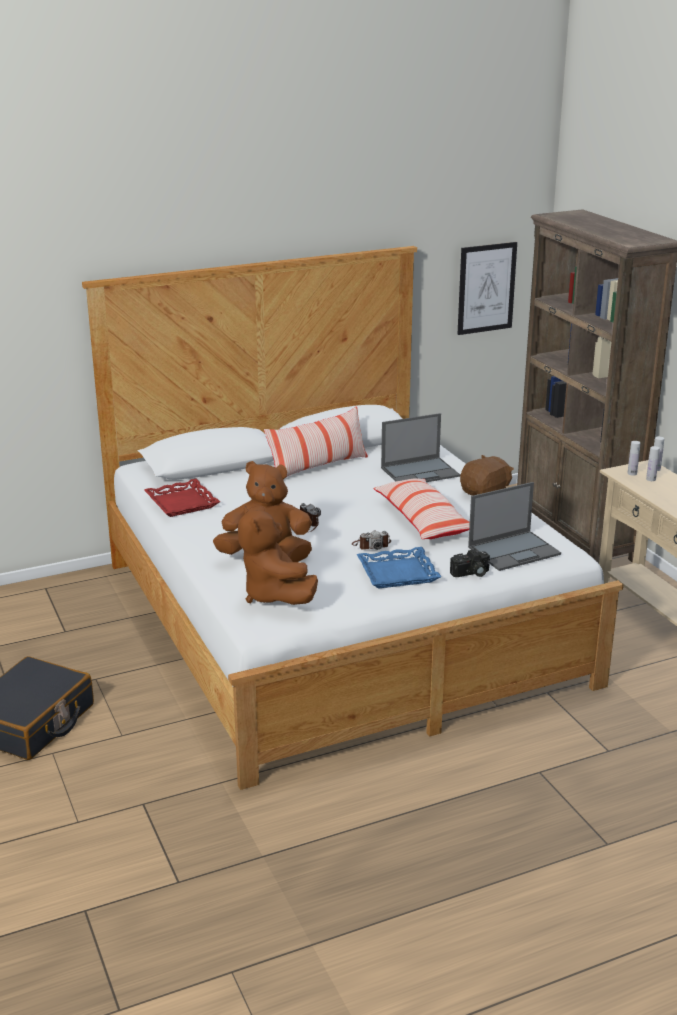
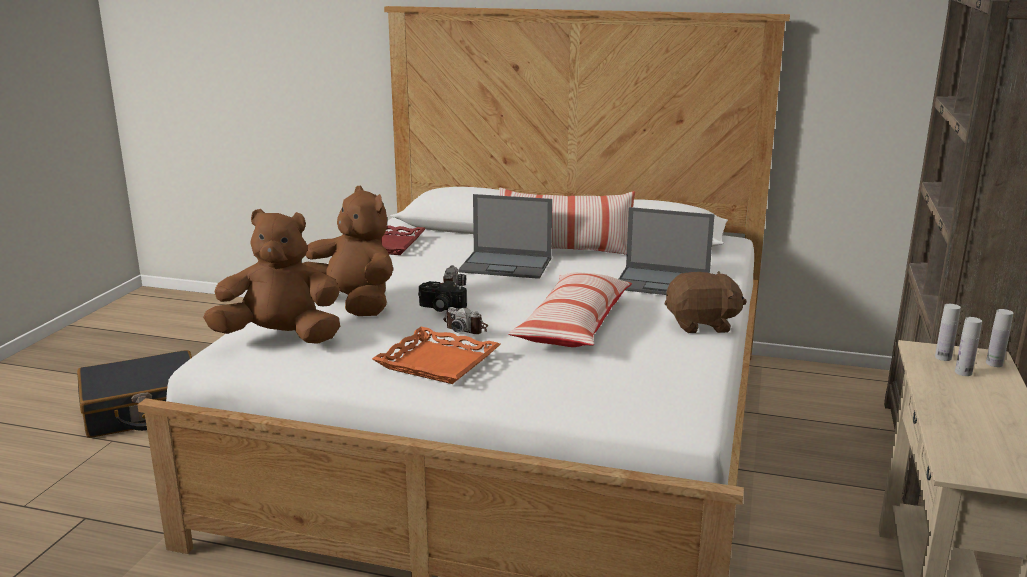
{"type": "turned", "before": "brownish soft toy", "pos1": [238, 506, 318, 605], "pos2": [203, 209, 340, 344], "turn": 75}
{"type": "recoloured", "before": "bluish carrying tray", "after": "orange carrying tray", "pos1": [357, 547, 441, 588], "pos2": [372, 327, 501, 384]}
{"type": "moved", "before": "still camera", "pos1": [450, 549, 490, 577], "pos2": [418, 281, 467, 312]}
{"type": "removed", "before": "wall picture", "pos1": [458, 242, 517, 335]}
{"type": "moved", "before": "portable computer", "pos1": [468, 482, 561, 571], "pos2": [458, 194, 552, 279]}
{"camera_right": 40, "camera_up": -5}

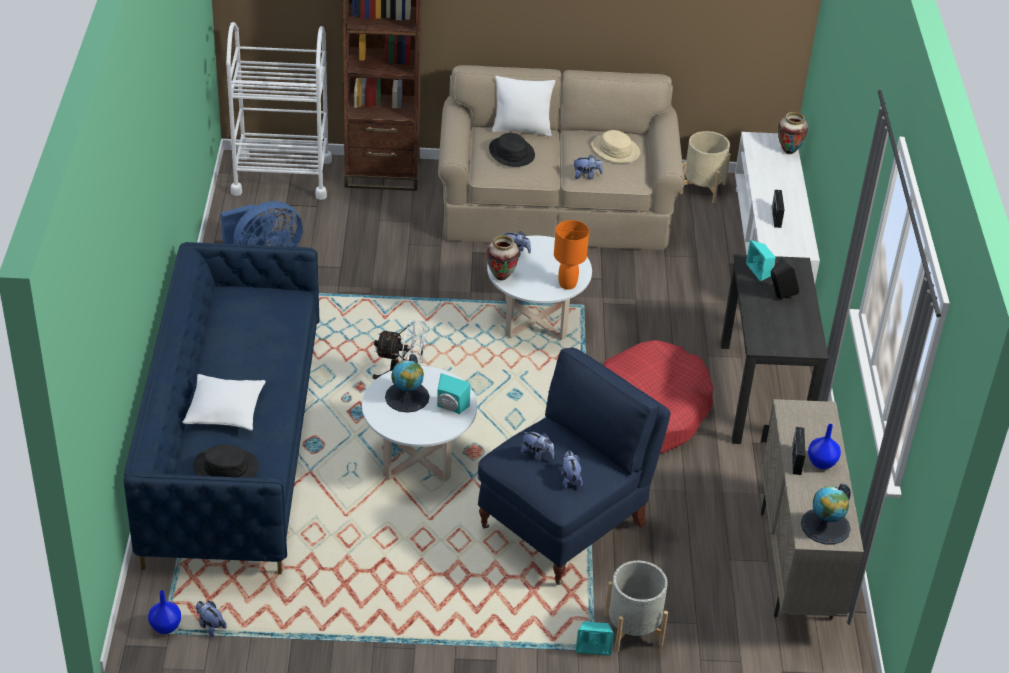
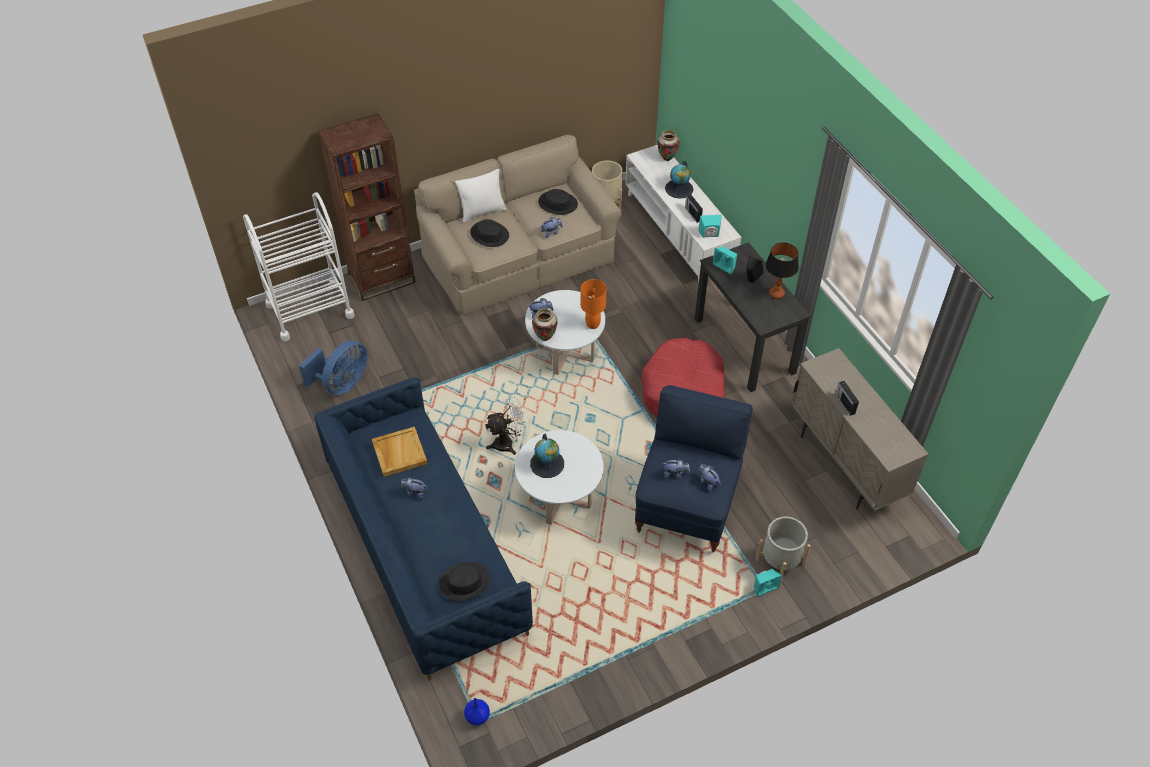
{"type": "removed", "before": "white pillow", "pos1": [182, 374, 266, 431]}
{"type": "moved", "before": "soft toy", "pos1": [196, 601, 227, 637], "pos2": [401, 476, 427, 499]}
{"type": "moved", "before": "turquoise-coloured loudspeaker", "pos1": [437, 373, 471, 414], "pos2": [698, 215, 722, 238]}
{"type": "recoloured", "before": "beige clothing hat", "after": "blackish clothing hat", "pos1": [591, 130, 640, 163], "pos2": [538, 189, 578, 215]}
{"type": "moved", "before": "desk globe", "pos1": [801, 484, 851, 544], "pos2": [665, 161, 693, 199]}
{"type": "removed", "before": "bluish vase", "pos1": [808, 424, 841, 469]}
{"type": "added", "after": "beige carrying tray", "pos2": [372, 427, 427, 477]}
{"type": "added", "after": "lamp for a table", "pos2": [765, 243, 799, 299]}
{"camera_right": -25, "camera_up": 10}

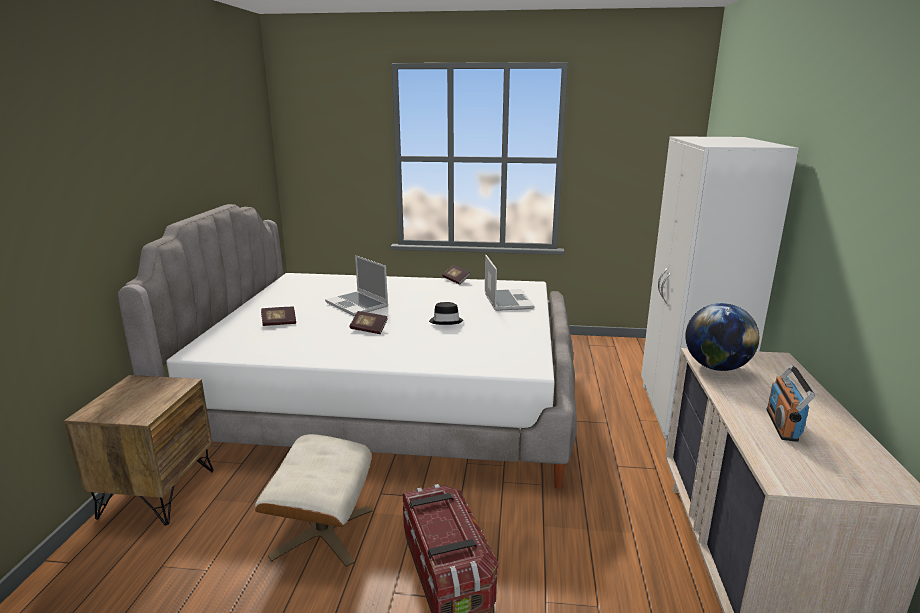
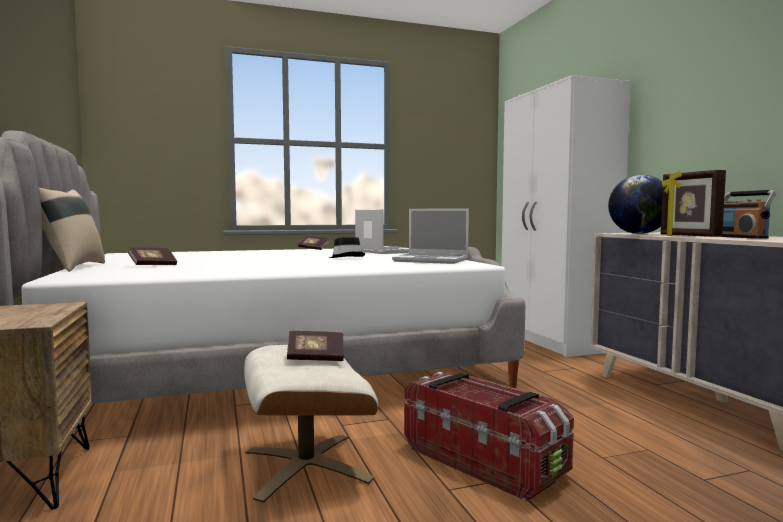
{"type": "moved", "before": "portable computer", "pos1": [325, 255, 388, 316], "pos2": [392, 208, 469, 264]}
{"type": "moved", "before": "bound book", "pos1": [350, 311, 387, 334], "pos2": [287, 331, 344, 361]}
{"type": "added", "after": "beige pillow", "pos2": [39, 188, 105, 272]}
{"type": "added", "after": "picture frame", "pos2": [661, 170, 726, 237]}
{"camera_right": -25, "camera_up": -15}

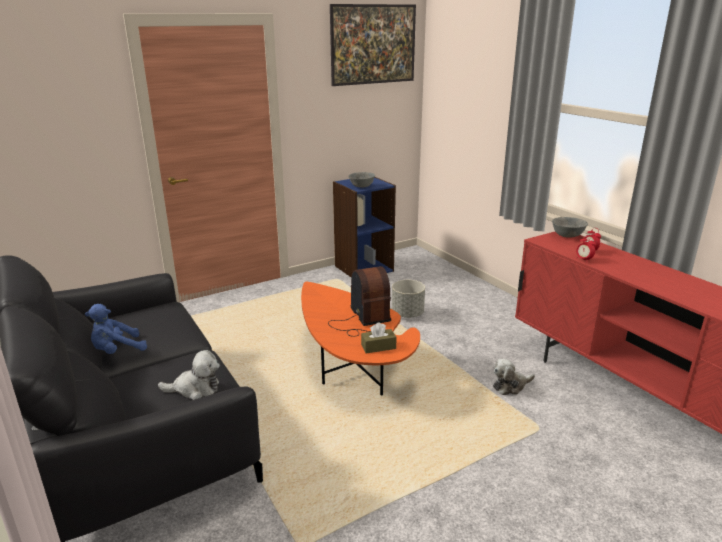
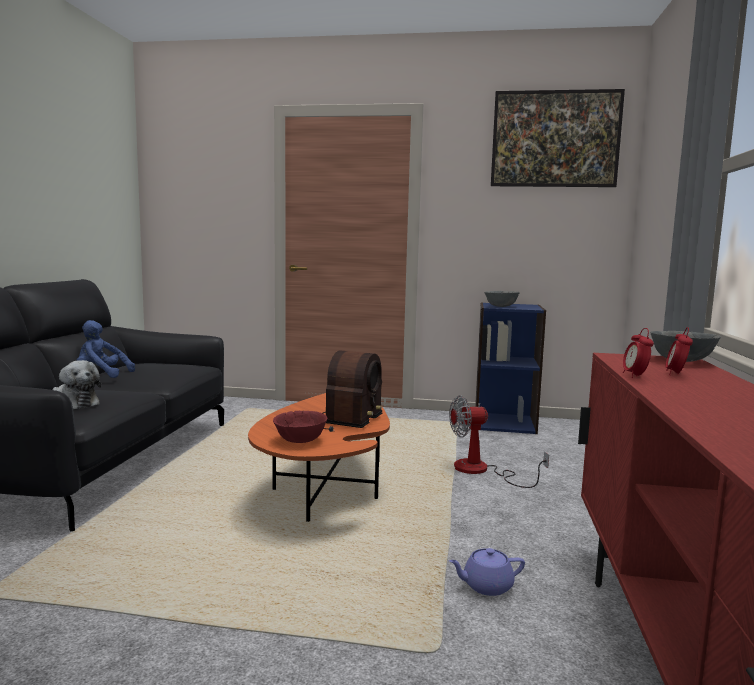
{"type": "replaced", "before": "brownish tissue box", "after": "reddish bowl", "pos1": [361, 322, 397, 353], "pos2": [273, 411, 327, 443]}
{"type": "replaced", "before": "greyish plant pot", "after": "fan", "pos1": [392, 280, 425, 318], "pos2": [449, 395, 549, 488]}
{"type": "replaced", "before": "soft toy", "after": "purple teapot", "pos1": [493, 358, 535, 395], "pos2": [449, 548, 525, 596]}
{"camera_right": 40, "camera_up": -15}

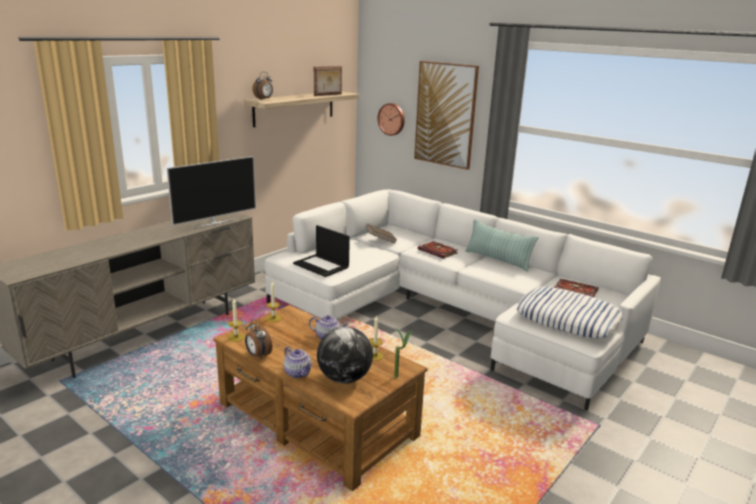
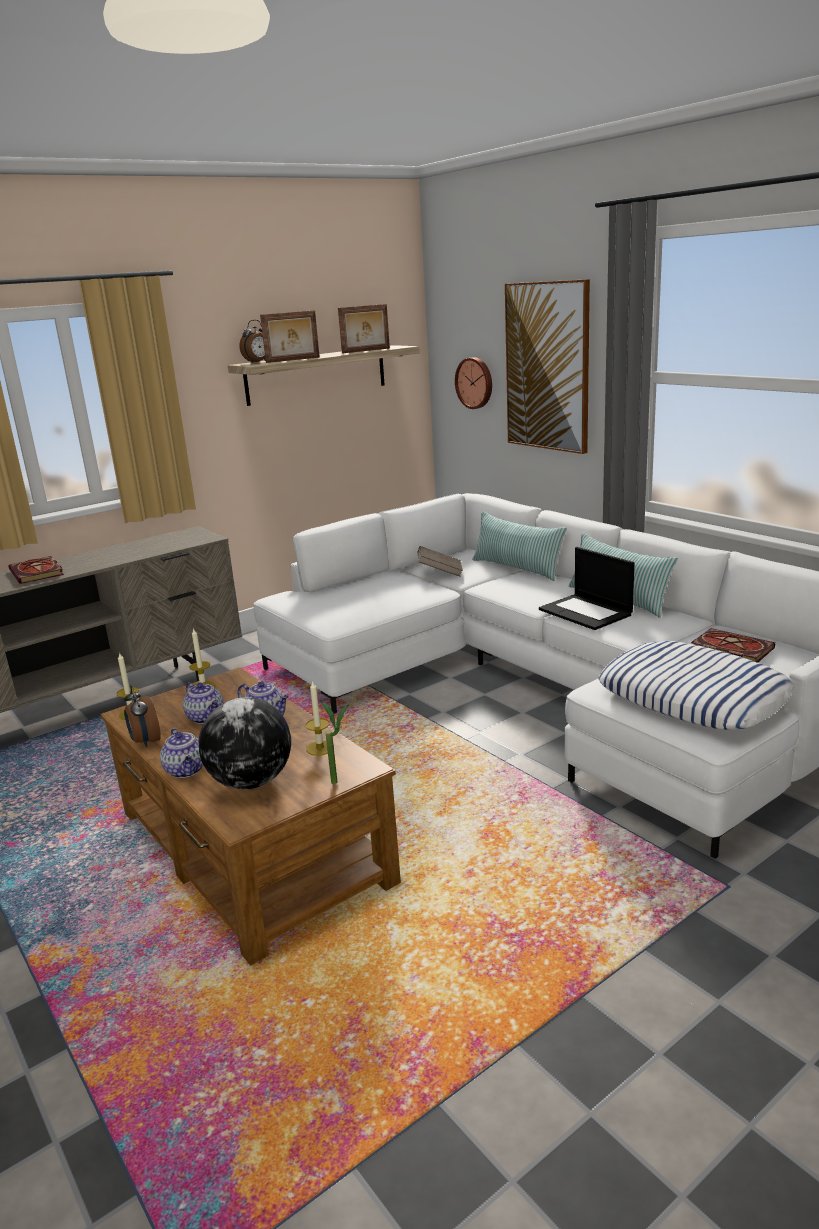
{"type": "removed", "before": "TV set", "pos1": [167, 156, 256, 228]}
{"type": "moved", "before": "portable computer", "pos1": [293, 225, 350, 277], "pos2": [539, 547, 634, 630]}
{"type": "moved", "before": "bound book", "pos1": [417, 241, 457, 259], "pos2": [8, 556, 64, 584]}
{"type": "added", "after": "teapot", "pos2": [183, 682, 224, 724]}
{"type": "added", "after": "picture frame", "pos2": [260, 310, 320, 363]}
{"type": "added", "after": "pillow", "pos2": [472, 511, 567, 581]}
{"camera_right": 15, "camera_up": 0}

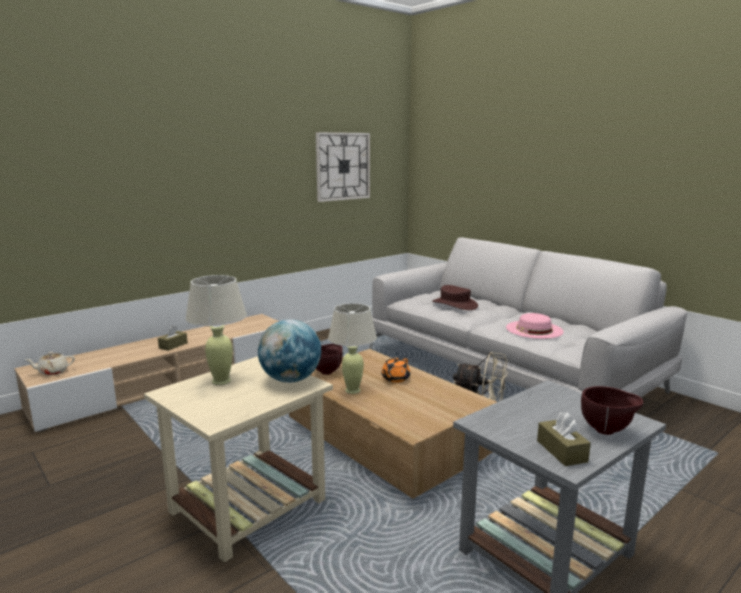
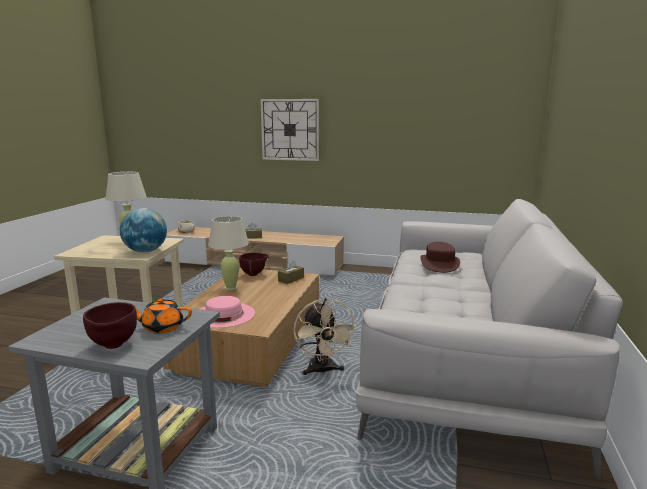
{"type": "moved", "before": "wall clock", "pos1": [316, 132, 370, 202], "pos2": [260, 99, 319, 161]}
{"type": "moved", "before": "orange teapot", "pos1": [381, 357, 410, 383], "pos2": [135, 298, 192, 333]}
{"type": "moved", "before": "pinkish clothing hat", "pos1": [506, 313, 564, 339], "pos2": [200, 296, 255, 328]}
{"type": "moved", "before": "brownish tissue box", "pos1": [537, 412, 591, 466], "pos2": [278, 259, 304, 284]}
{"camera_right": 55, "camera_up": 0}

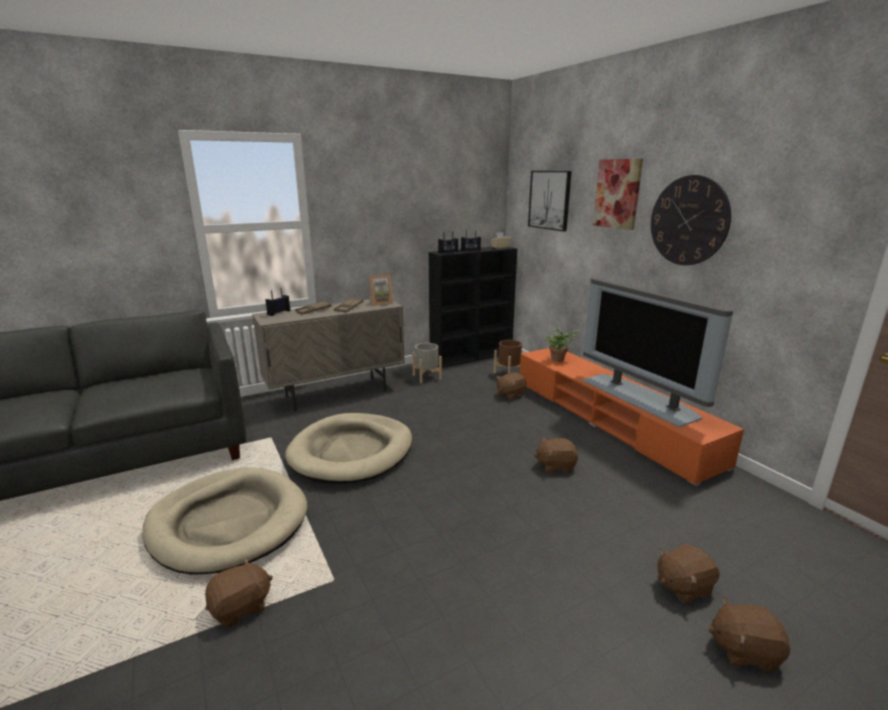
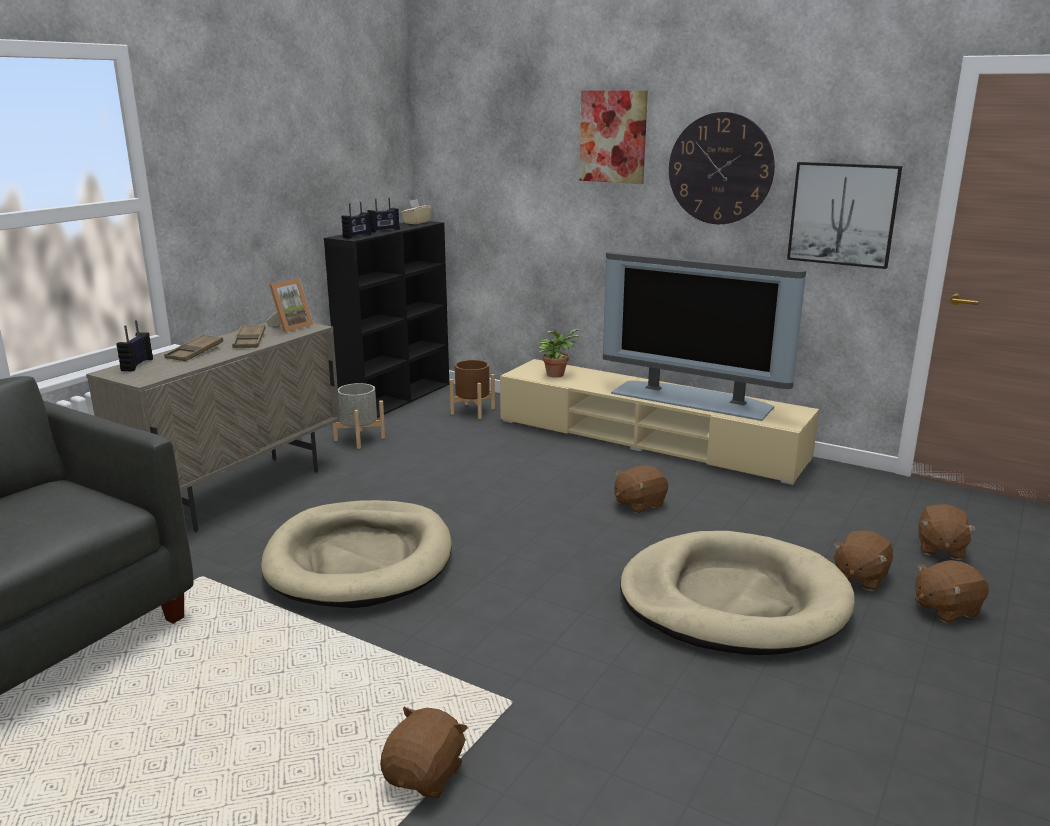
{"type": "moved", "before": "beige dog cushion", "pos1": [143, 467, 307, 575], "pos2": [620, 531, 855, 655]}
{"type": "moved", "before": "brownish soft toy", "pos1": [497, 372, 527, 400], "pos2": [918, 504, 976, 560]}
{"type": "recoloured", "before": "orange media console", "after": "beige media console", "pos1": [520, 348, 744, 486], "pos2": [500, 359, 819, 485]}
{"type": "moved", "before": "wall picture", "pos1": [528, 171, 572, 232], "pos2": [787, 162, 902, 269]}
{"camera_right": -30, "camera_up": 0}

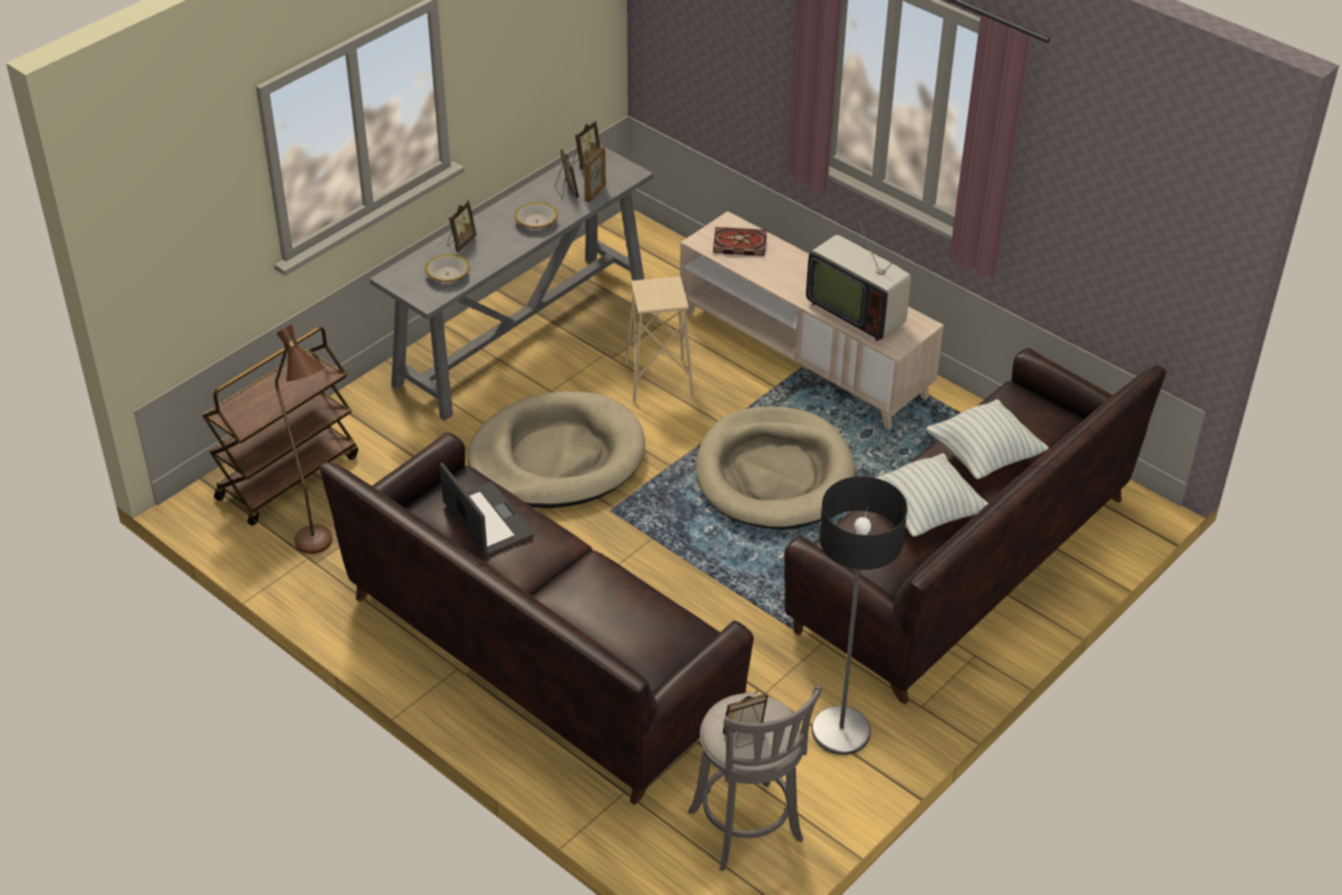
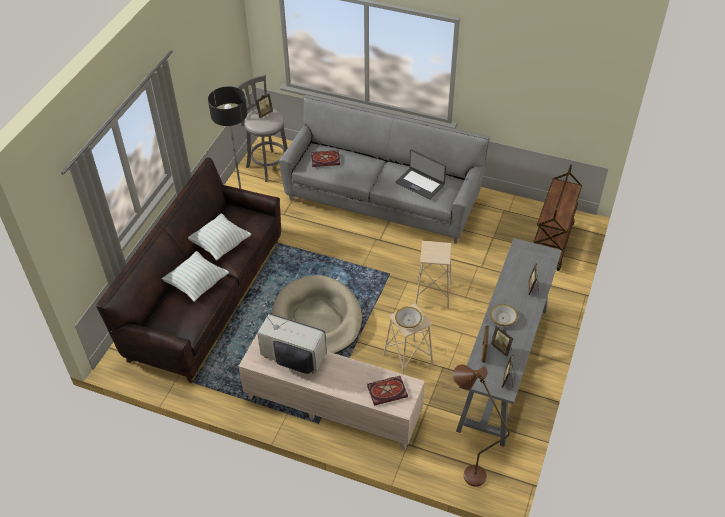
{"type": "moved", "before": "brownish floor lamp", "pos1": [275, 325, 332, 554], "pos2": [453, 365, 510, 487]}
{"type": "recoloured", "before": "brownish couch", "after": "greyish couch", "pos1": [320, 432, 754, 805], "pos2": [279, 95, 490, 244]}
{"type": "moved", "before": "bowl", "pos1": [425, 254, 470, 282], "pos2": [395, 307, 422, 328]}
{"type": "replaced", "before": "beige dog cushion", "after": "beige stool seat", "pos1": [468, 391, 645, 508], "pos2": [415, 241, 452, 309]}
{"type": "added", "after": "bound book", "pos2": [311, 150, 340, 167]}
{"camera_right": 160, "camera_up": 5}

